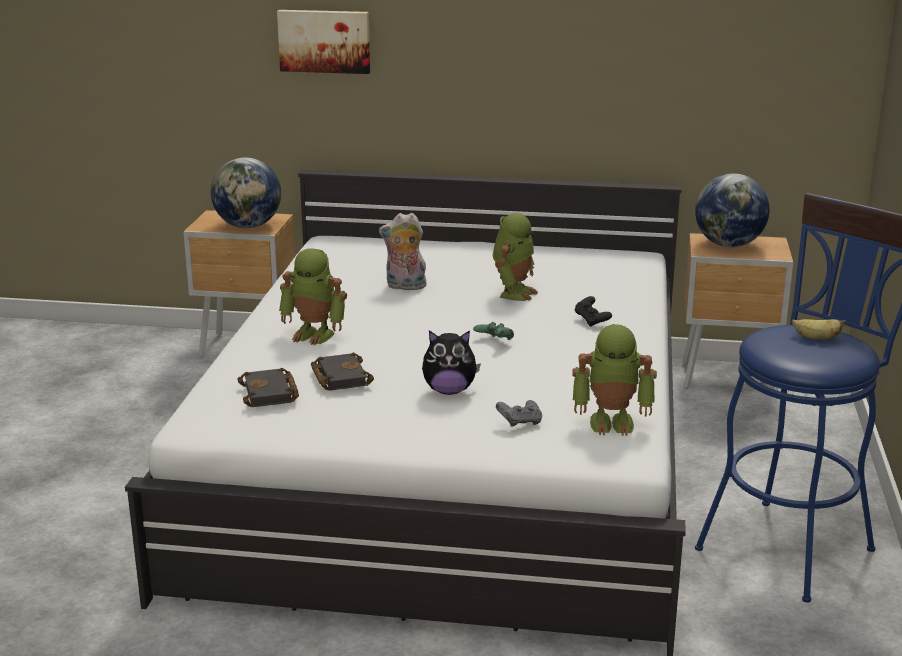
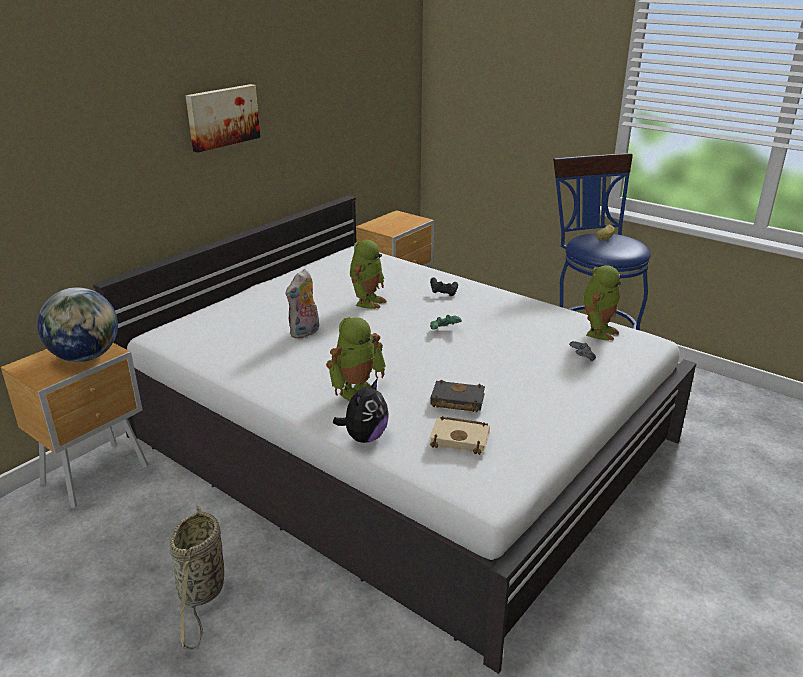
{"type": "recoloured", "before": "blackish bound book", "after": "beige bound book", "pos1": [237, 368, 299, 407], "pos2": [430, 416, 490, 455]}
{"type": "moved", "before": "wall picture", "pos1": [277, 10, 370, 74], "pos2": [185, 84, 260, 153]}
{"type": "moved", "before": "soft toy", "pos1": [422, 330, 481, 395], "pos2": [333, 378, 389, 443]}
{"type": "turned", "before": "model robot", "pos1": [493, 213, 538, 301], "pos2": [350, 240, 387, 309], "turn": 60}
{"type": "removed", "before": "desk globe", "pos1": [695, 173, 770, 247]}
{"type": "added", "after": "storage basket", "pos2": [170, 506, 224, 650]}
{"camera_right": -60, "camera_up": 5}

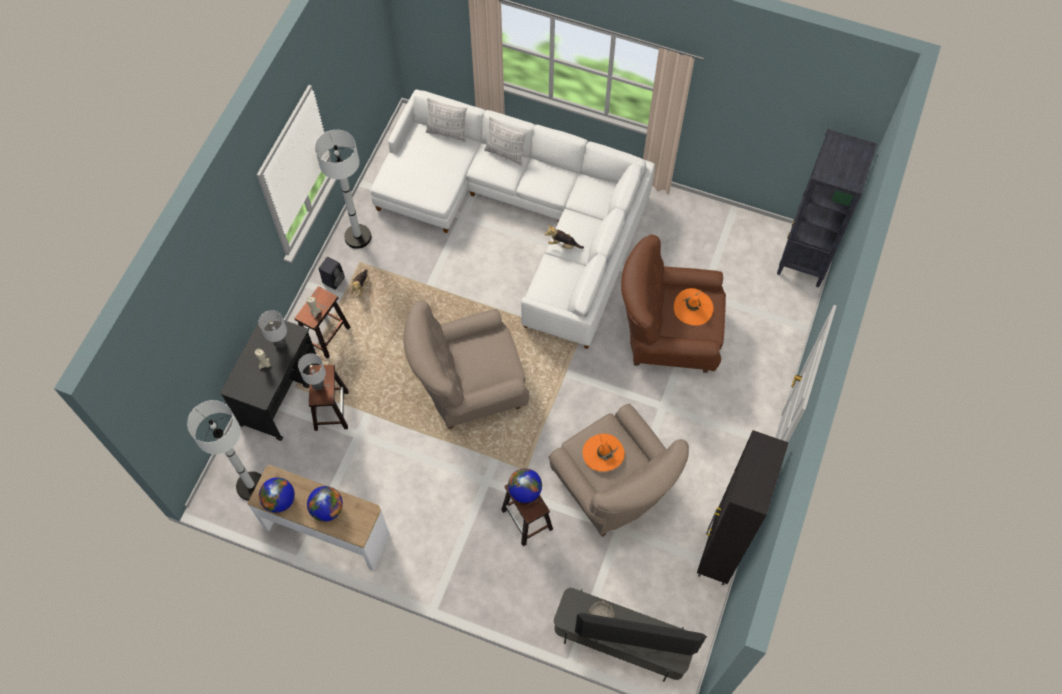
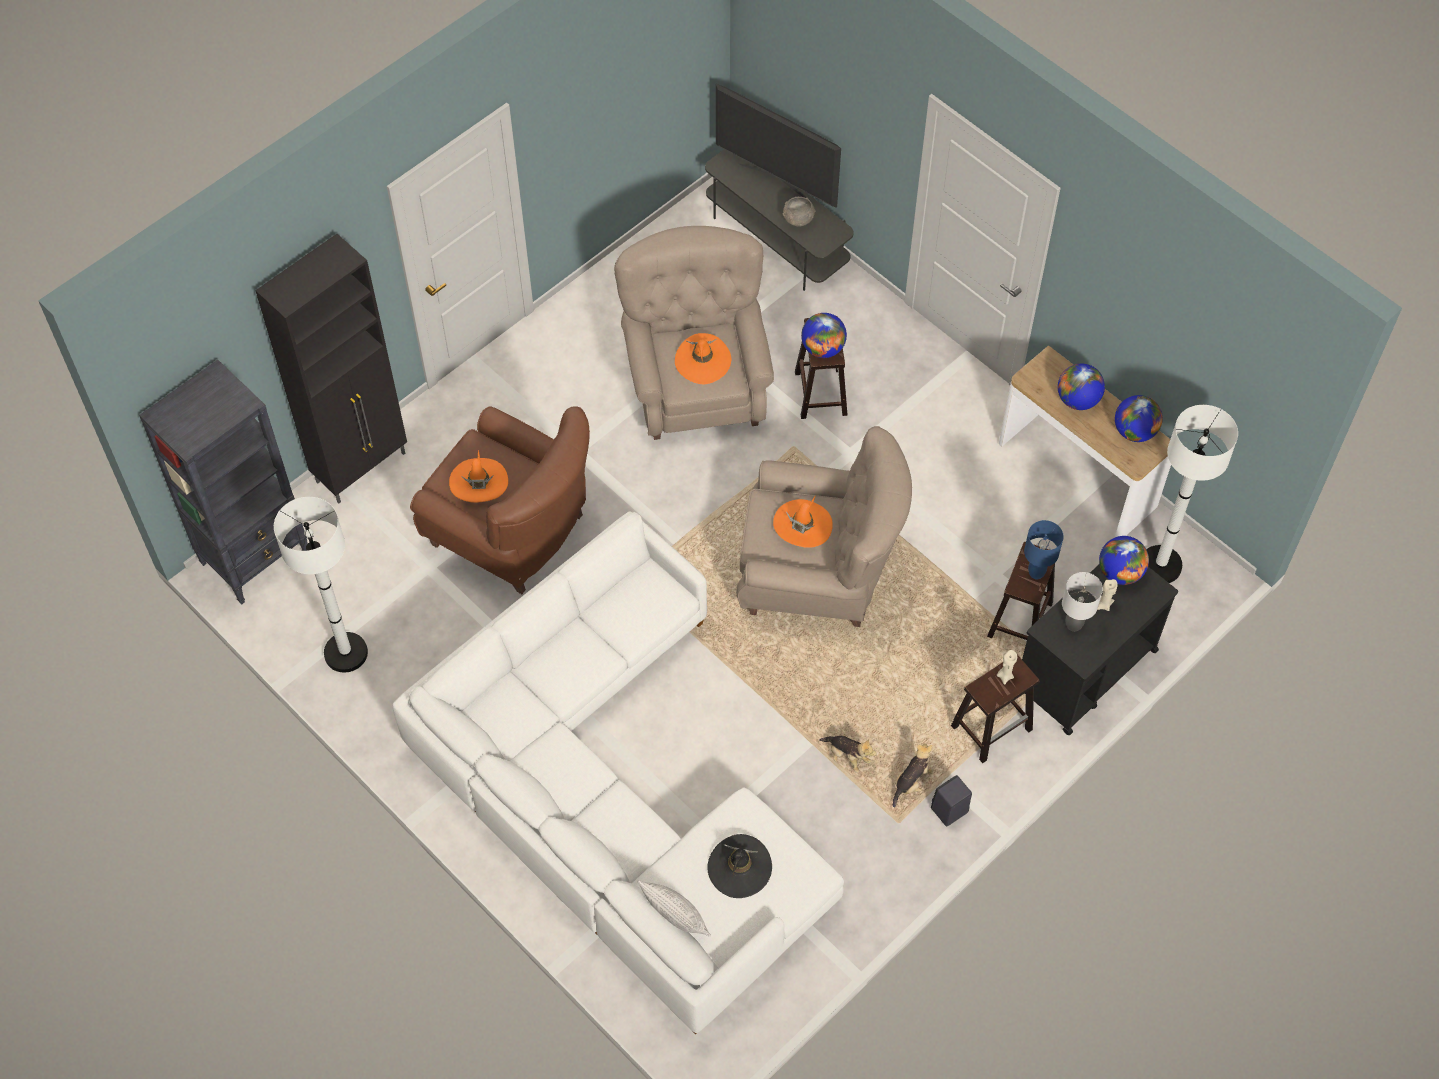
{"type": "recoloured", "before": "greyish lamp for a table", "after": "bluish lamp for a table", "pos1": [298, 353, 326, 390], "pos2": [1024, 520, 1064, 579]}
{"type": "moved", "before": "white floor lamp", "pos1": [315, 130, 371, 249], "pos2": [274, 497, 368, 673]}
{"type": "removed", "before": "pillow", "pos1": [484, 117, 527, 166]}
{"type": "moved", "before": "soft toy", "pos1": [545, 225, 584, 249], "pos2": [819, 736, 877, 773]}
{"type": "moved", "before": "blackish cabinet", "pos1": [697, 430, 789, 586], "pos2": [255, 234, 407, 503]}
{"type": "added", "after": "blackish clothing hat", "pos2": [707, 834, 772, 898]}
{"type": "added", "after": "orange clothing hat", "pos2": [773, 497, 833, 548]}
{"type": "added", "after": "desk globe", "pos2": [1099, 536, 1149, 585]}
{"camera_right": -155, "camera_up": -5}

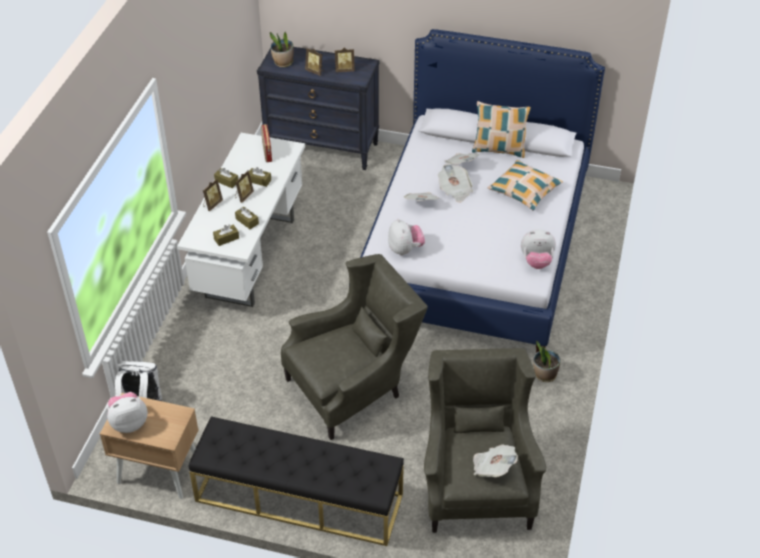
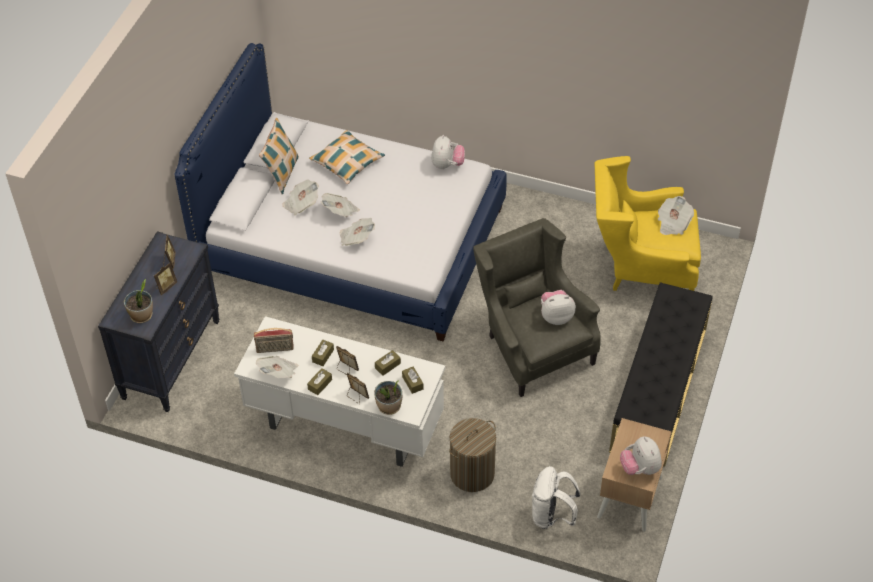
{"type": "moved", "before": "soft toy", "pos1": [388, 218, 425, 255], "pos2": [541, 290, 576, 325]}
{"type": "recoloured", "before": "greyish lounge chair", "after": "yellowish lounge chair", "pos1": [424, 348, 546, 533], "pos2": [595, 156, 701, 291]}
{"type": "moved", "before": "houseplant", "pos1": [533, 340, 560, 382], "pos2": [374, 380, 402, 415]}
{"type": "added", "after": "newspaper", "pos2": [256, 356, 298, 378]}
{"type": "added", "after": "laundry basket", "pos2": [449, 418, 496, 492]}
{"camera_right": -85, "camera_up": 5}

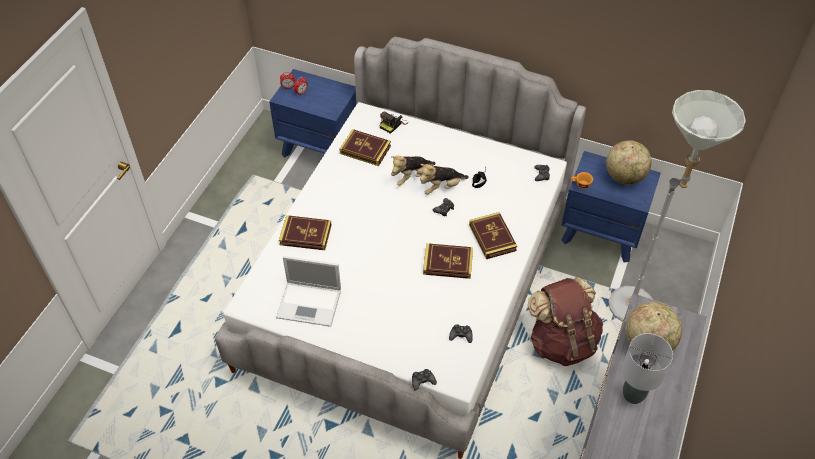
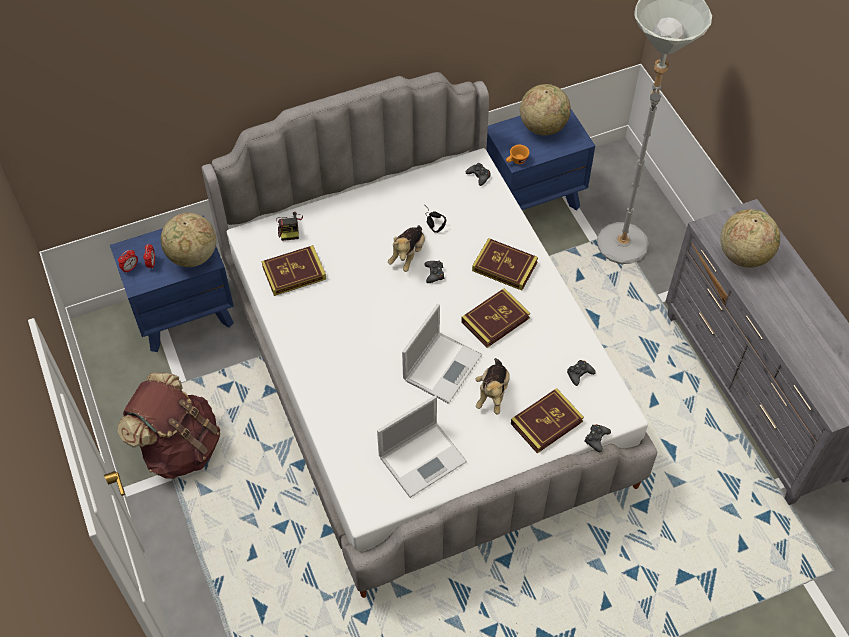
{"type": "moved", "before": "bound book", "pos1": [279, 215, 332, 250], "pos2": [511, 388, 584, 454]}
{"type": "moved", "before": "soft toy", "pos1": [391, 156, 436, 186], "pos2": [476, 358, 510, 415]}
{"type": "moved", "before": "brownish rucksack", "pos1": [528, 277, 603, 366], "pos2": [118, 373, 220, 480]}
{"type": "removed", "before": "greyish lamp for a table", "pos1": [622, 333, 673, 404]}
{"type": "added", "after": "desk globe", "pos2": [161, 212, 216, 267]}
{"type": "added", "after": "portable computer", "pos2": [402, 304, 482, 404]}
{"camera_right": -45, "camera_up": 5}

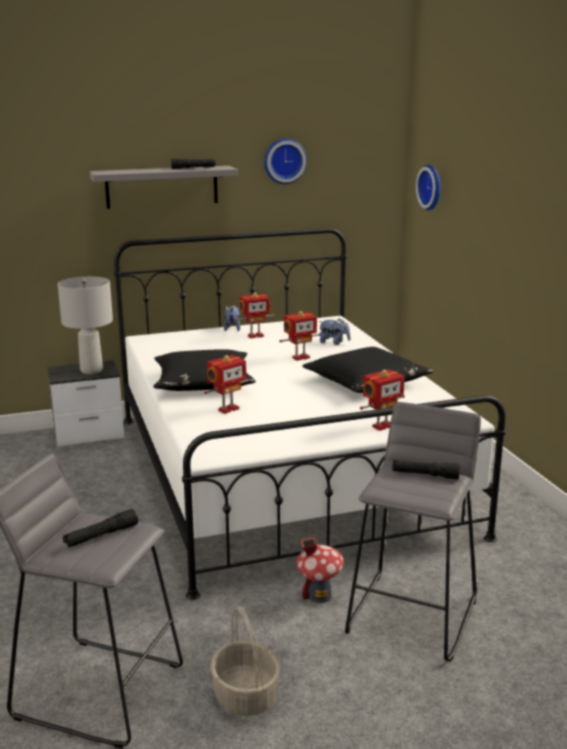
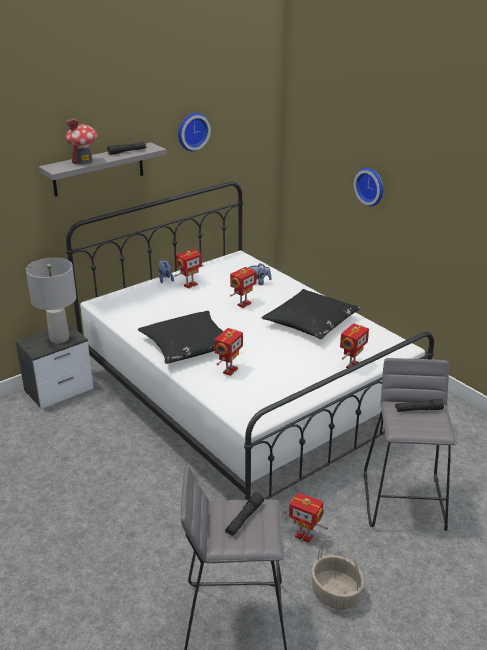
{"type": "moved", "before": "toy house", "pos1": [297, 537, 344, 603], "pos2": [65, 118, 97, 164]}
{"type": "moved", "before": "wall clock", "pos1": [416, 165, 441, 210], "pos2": [354, 168, 383, 206]}
{"type": "added", "after": "model robot", "pos2": [284, 492, 328, 543]}
{"camera_right": -20, "camera_up": 10}

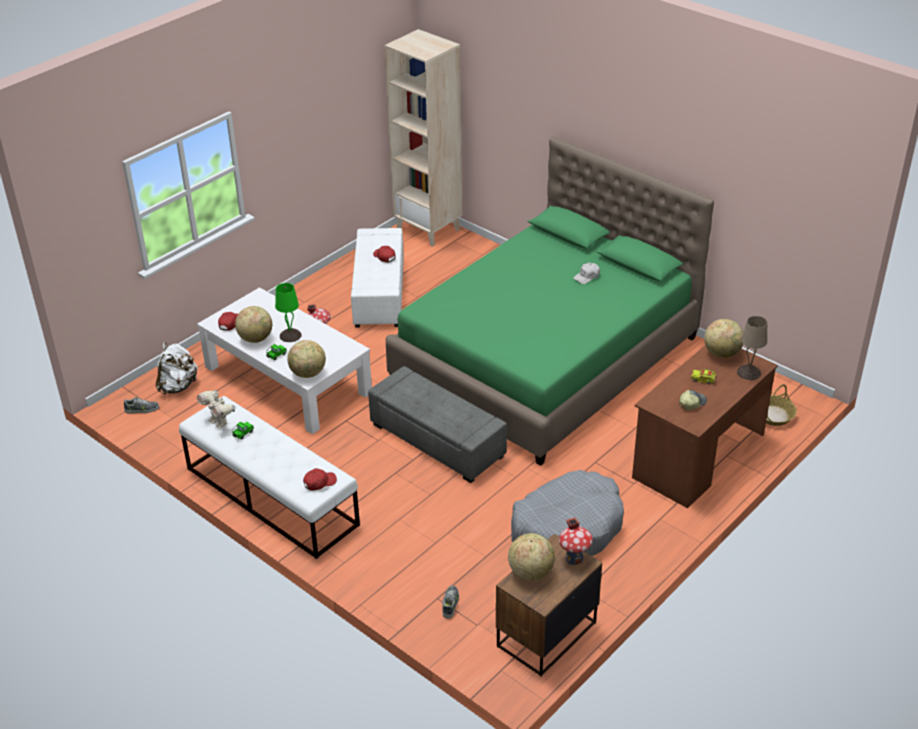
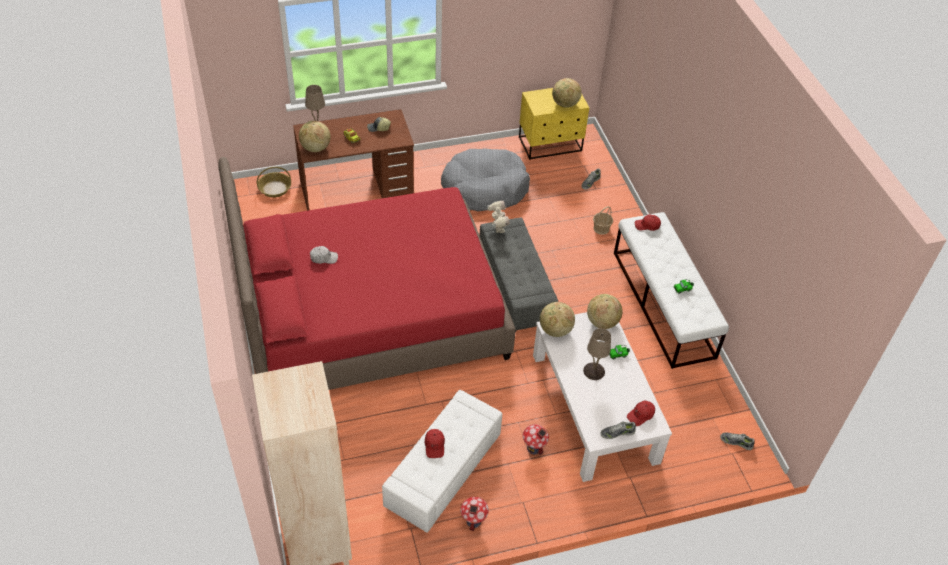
{"type": "removed", "before": "white rucksack", "pos1": [156, 342, 198, 394]}
{"type": "moved", "before": "model robot", "pos1": [197, 390, 236, 429], "pos2": [487, 201, 510, 233]}
{"type": "moved", "before": "desk globe", "pos1": [235, 306, 272, 343], "pos2": [540, 302, 575, 337]}
{"type": "recoloured", "before": "green-coloured lamp for a table", "after": "beige lamp for a table", "pos1": [275, 283, 302, 342], "pos2": [583, 328, 611, 380]}
{"type": "recoloured", "before": "green-coloured bedroom bed", "after": "reddish bedroom bed", "pos1": [386, 137, 714, 466], "pos2": [218, 157, 516, 390]}
{"type": "recoloured", "before": "brownish nightstand", "after": "yellowish nightstand", "pos1": [496, 534, 602, 676], "pos2": [519, 88, 589, 160]}
{"type": "moved", "before": "toy house", "pos1": [559, 517, 592, 565], "pos2": [460, 497, 489, 531]}
{"type": "added", "after": "storage basket", "pos2": [593, 206, 613, 235]}
{"type": "added", "after": "shoe", "pos2": [600, 422, 636, 439]}
{"camera_right": -150, "camera_up": 10}

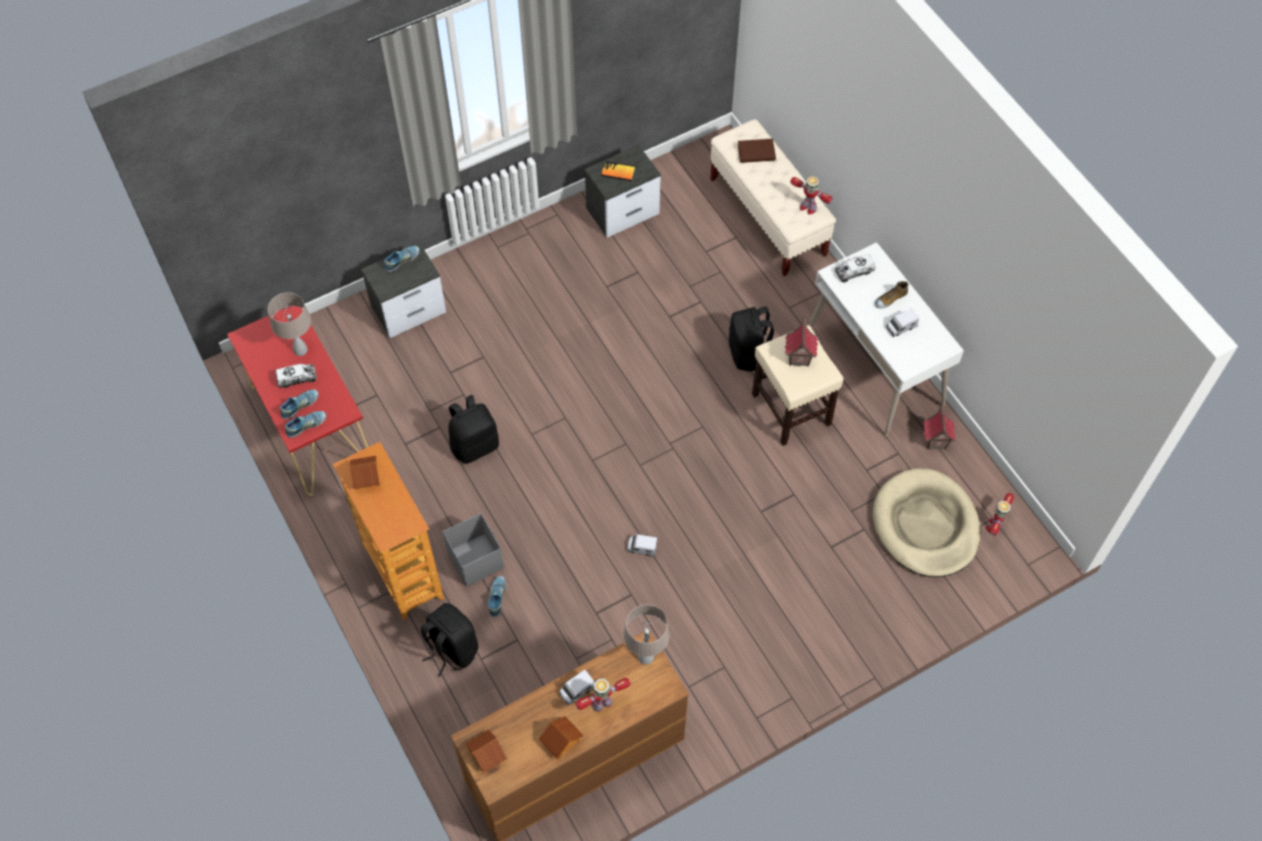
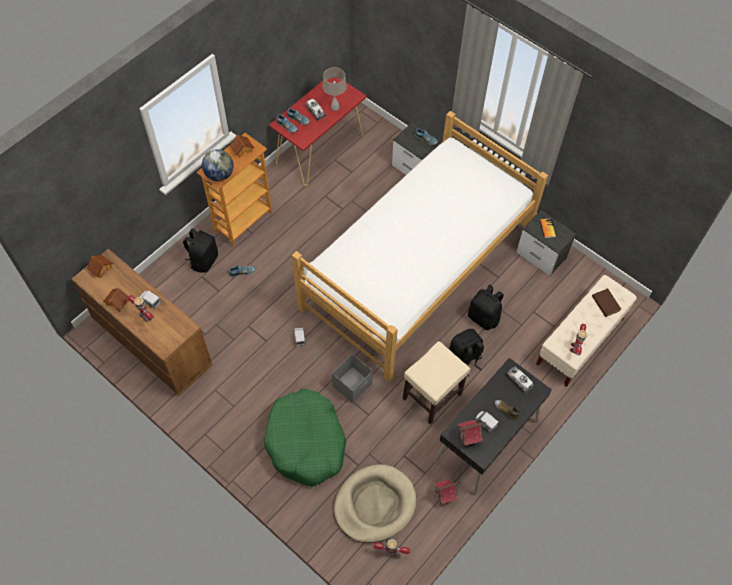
{"type": "moved", "before": "greyish storage bin", "pos1": [443, 513, 504, 586], "pos2": [332, 354, 373, 403]}
{"type": "moved", "before": "blackish rucksack", "pos1": [448, 395, 499, 464], "pos2": [468, 285, 504, 330]}
{"type": "removed", "before": "beige lamp for a table", "pos1": [623, 604, 669, 665]}
{"type": "moved", "before": "toy house", "pos1": [785, 317, 818, 367], "pos2": [458, 420, 486, 447]}
{"type": "recoloured", "before": "white desk", "after": "blackish desk", "pos1": [809, 242, 964, 438], "pos2": [434, 358, 552, 495]}
{"type": "added", "after": "desk globe", "pos2": [202, 149, 234, 181]}
{"type": "added", "after": "green-coloured dog cushion", "pos2": [264, 388, 346, 487]}
{"type": "added", "after": "bedroom bed", "pos2": [292, 111, 548, 382]}
{"camera_right": 70, "camera_up": 0}

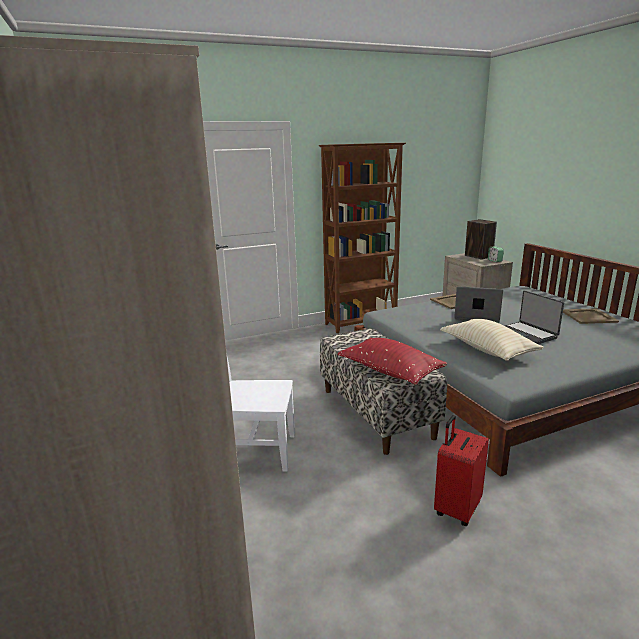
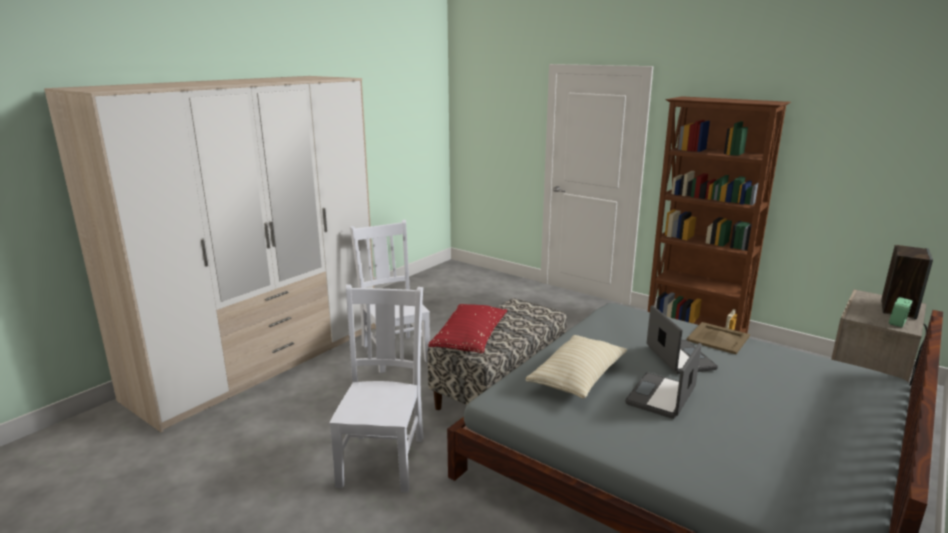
{"type": "replaced", "before": "reddish travel case", "after": "white upright chair", "pos1": [434, 415, 489, 526], "pos2": [329, 284, 424, 492]}
{"type": "removed", "before": "beige carrying tray", "pos1": [563, 308, 619, 324]}
{"camera_right": 60, "camera_up": 0}

